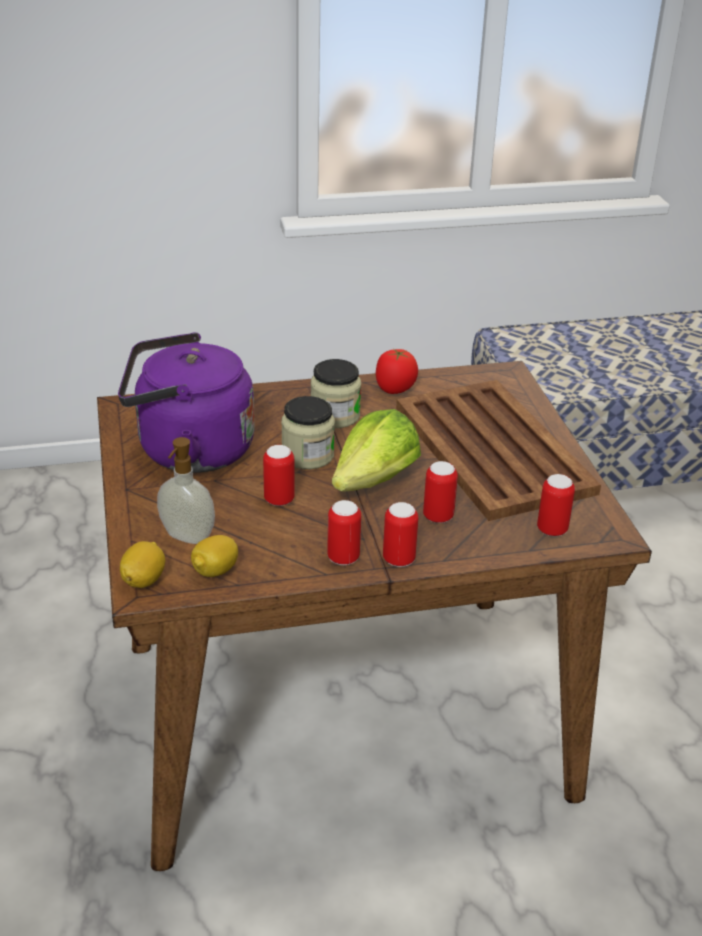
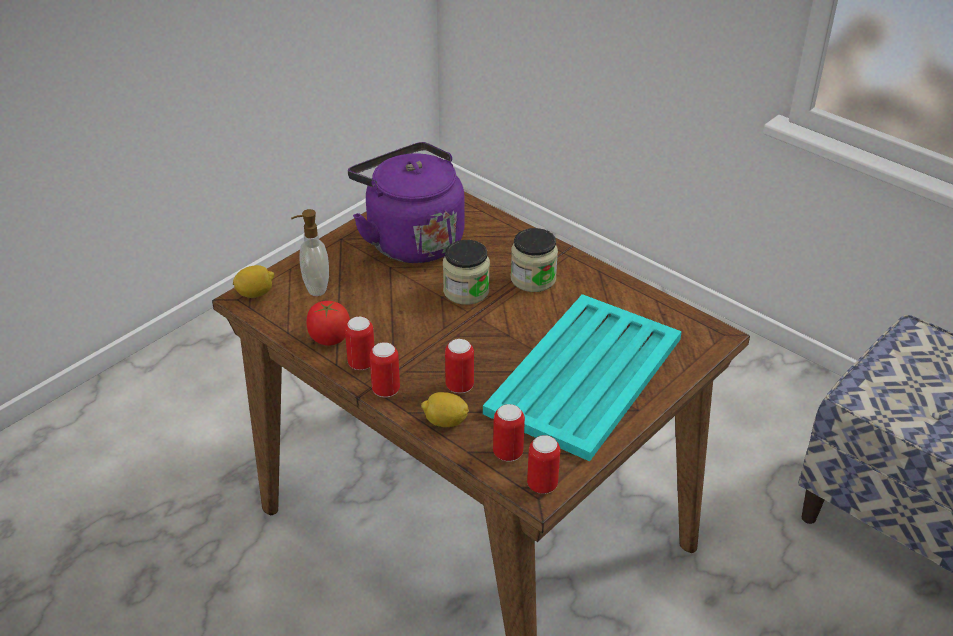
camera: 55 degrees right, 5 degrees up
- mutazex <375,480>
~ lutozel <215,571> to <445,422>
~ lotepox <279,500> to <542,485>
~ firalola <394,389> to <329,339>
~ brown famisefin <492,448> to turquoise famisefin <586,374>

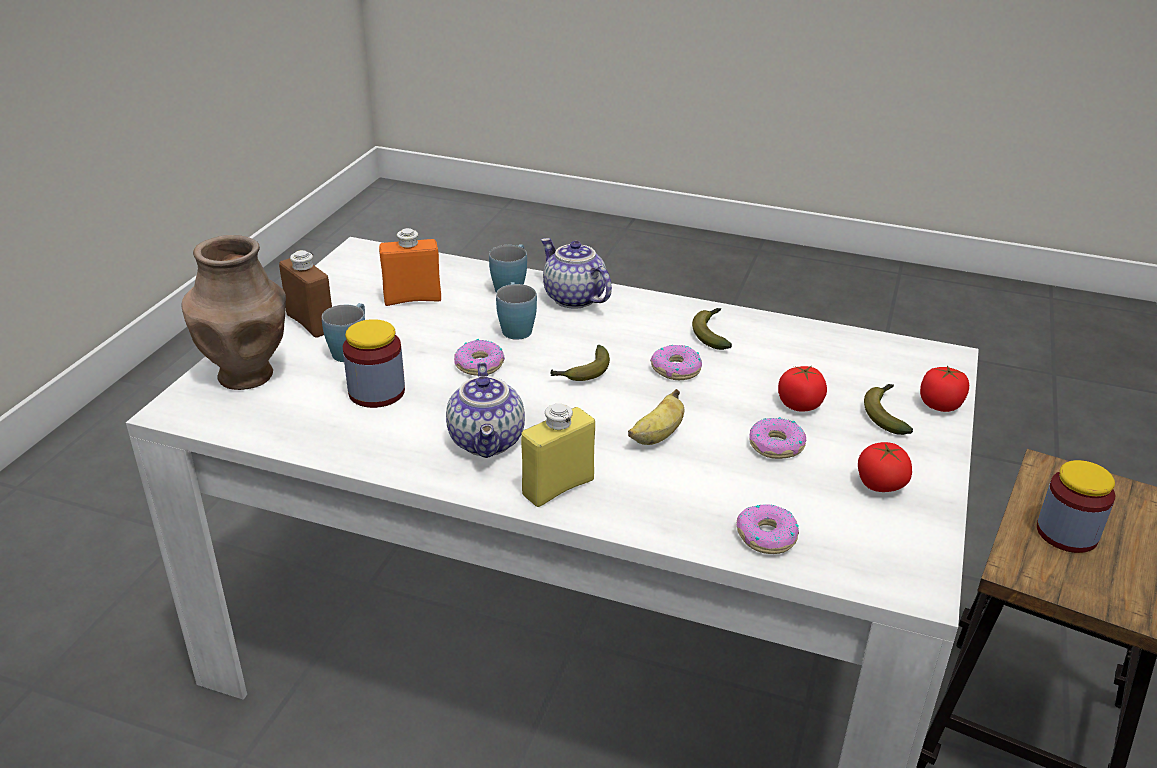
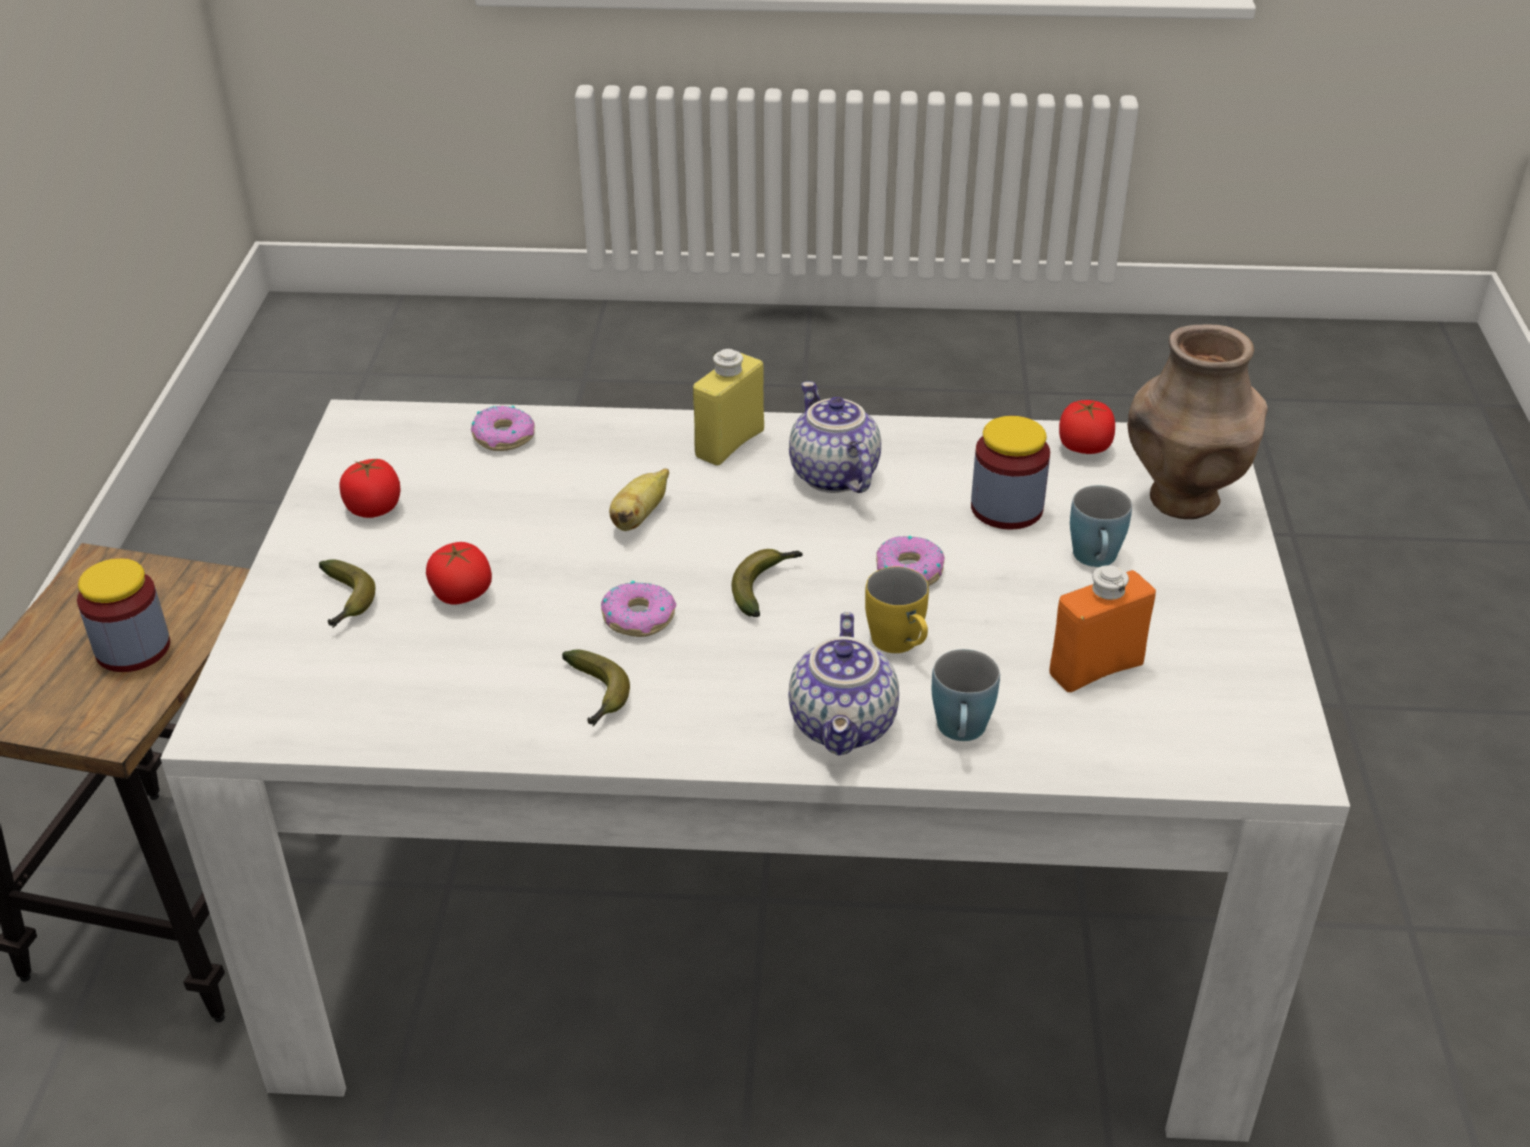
camera: 165 degrees right, 5 degrees up
- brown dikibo <310,323>
- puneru <776,446>
~ firalola <940,405> to <1084,447>
~ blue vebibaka <515,327> to yellow vebibaka <900,645>
~ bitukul <572,298> = <845,726> 60 degrees clockwise

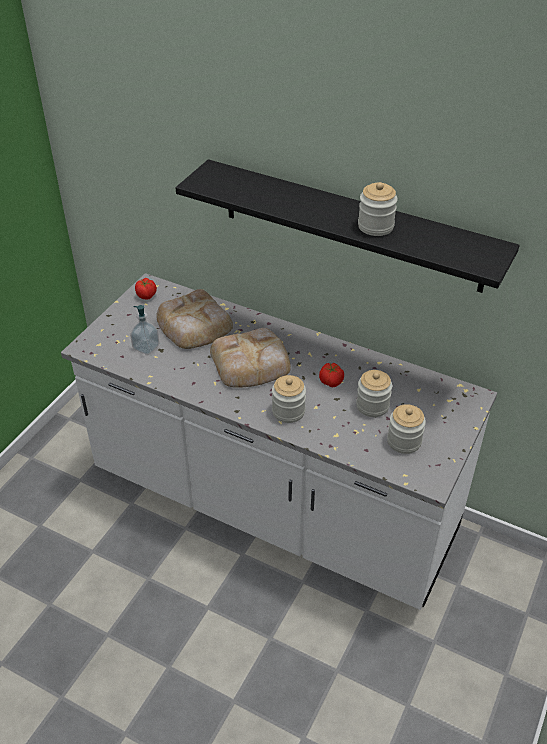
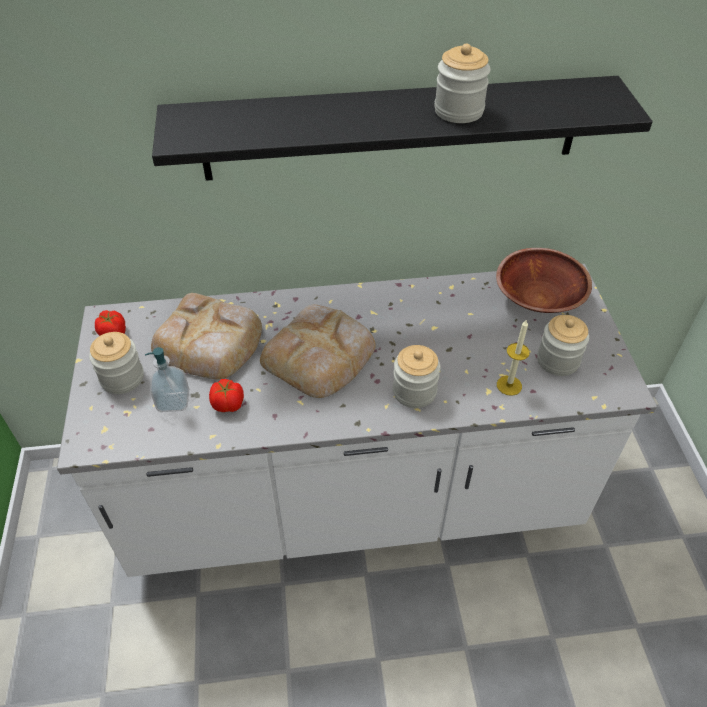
camera: 35 degrees left, 5 degrees up
+ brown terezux <538,298>
+ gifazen <509,385>
~ firalola <331,382> to <228,405>
~ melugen <372,406> to <122,378>

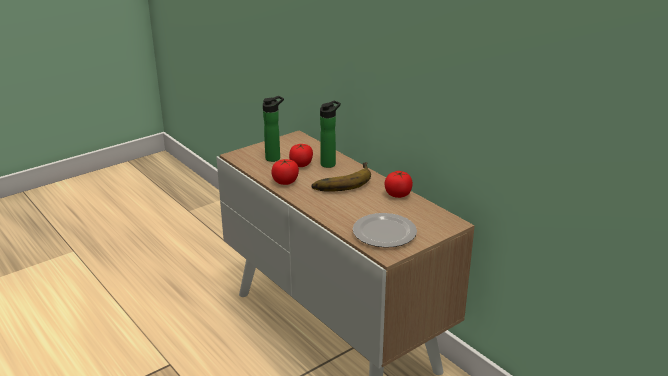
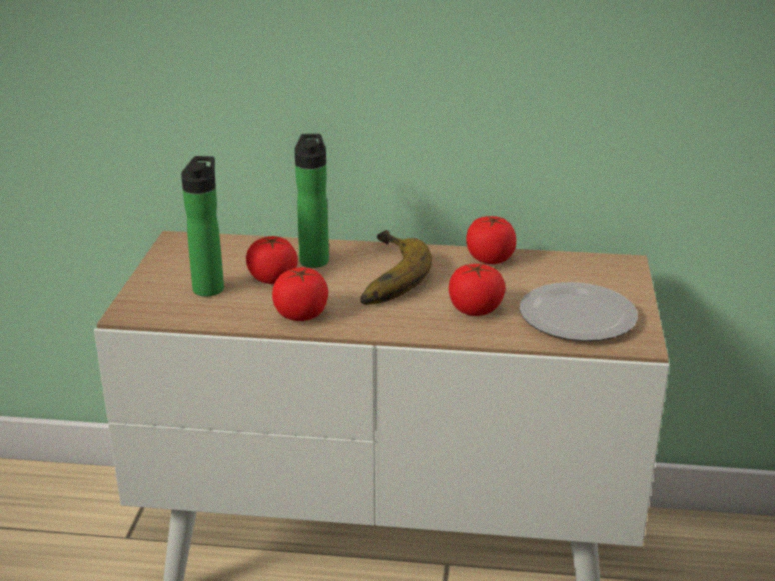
camera: 45 degrees left, 0 degrees up
+ firalola <475,309>

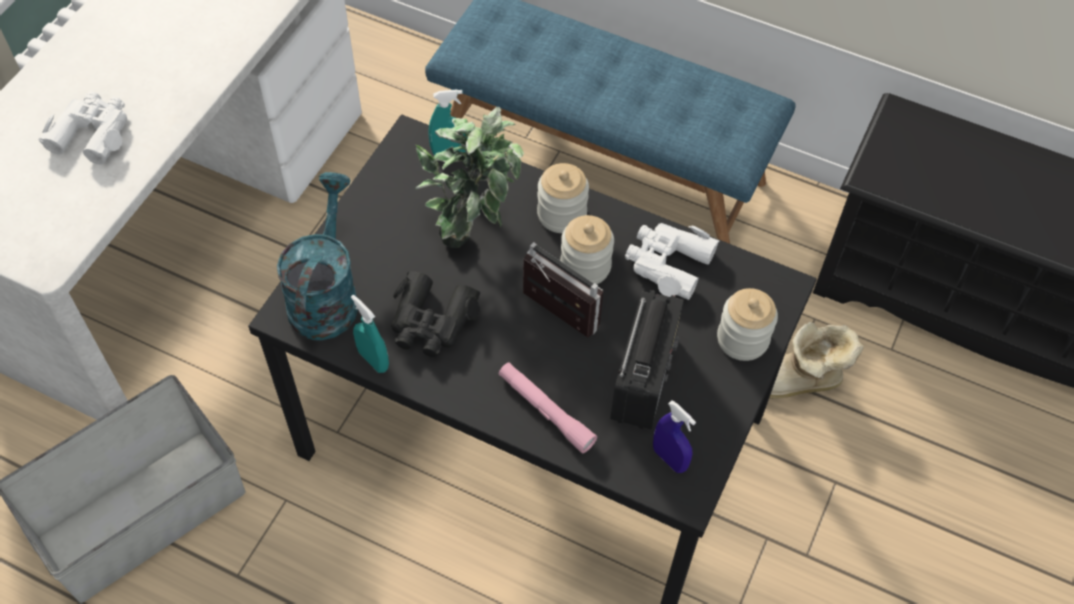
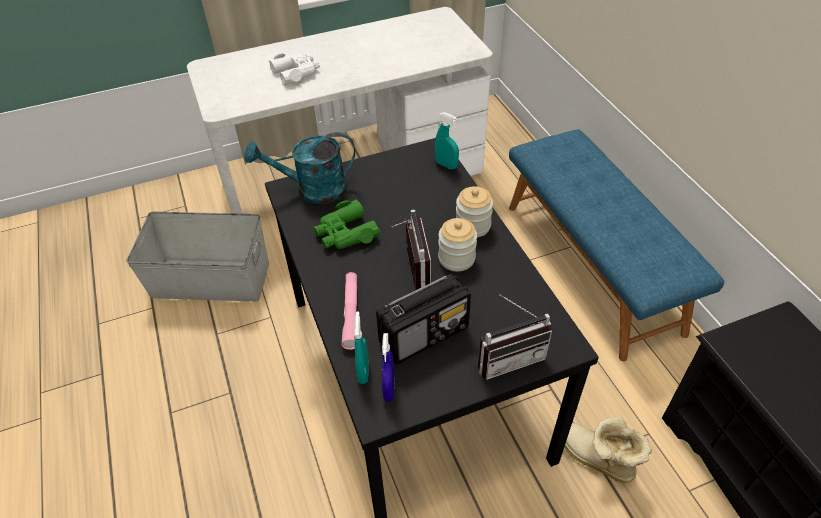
camera: 45 degrees right, 10 degrees down
- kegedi <473,230>
- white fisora <668,263>
~ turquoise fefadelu <373,360> to <363,371>
~ melugen <742,339> to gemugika <508,357>
~ black fisora <431,322> to green fisora <345,233>
~ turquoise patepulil <325,294> = <312,190> 150 degrees counterclockwise

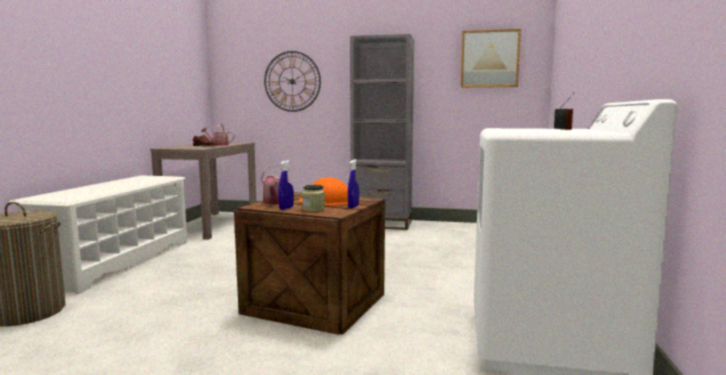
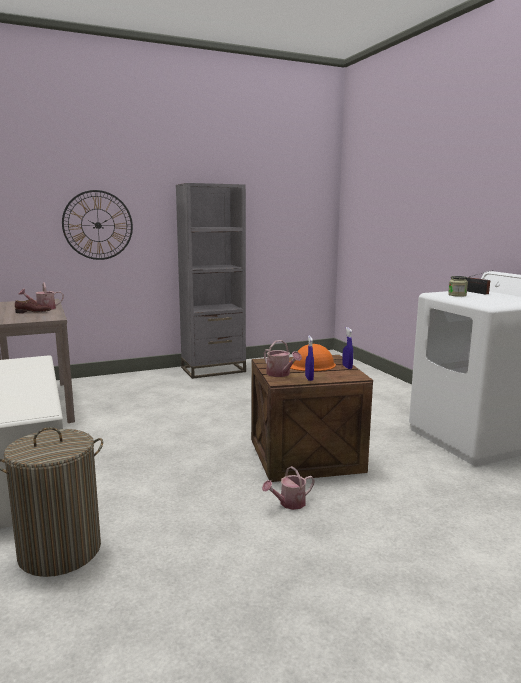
camera: 35 degrees left, 5 degrees up
- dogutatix <489,59>
+ patepulil <289,503>
~ melugen <313,209> to <457,295>

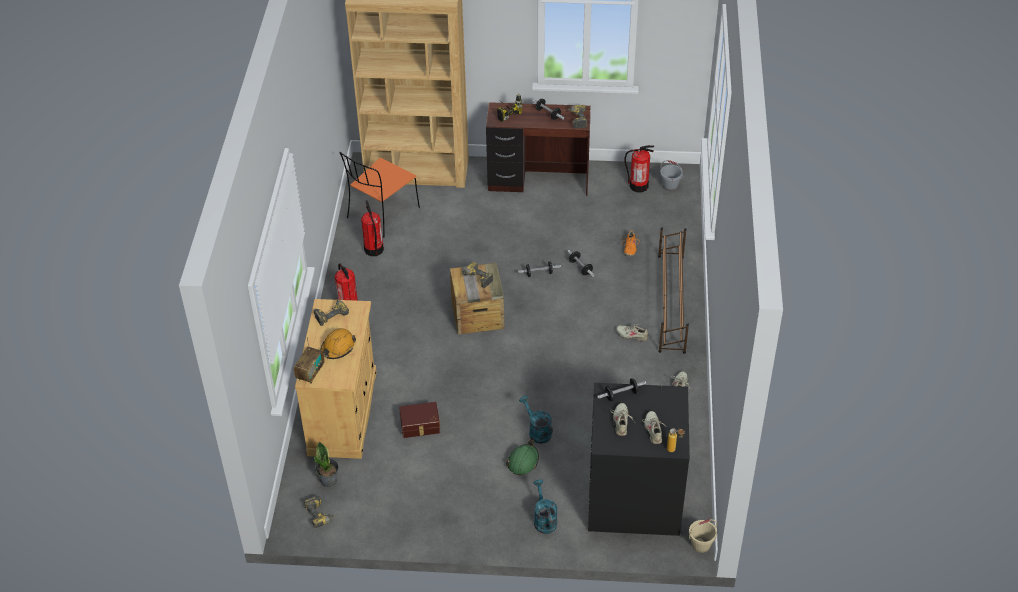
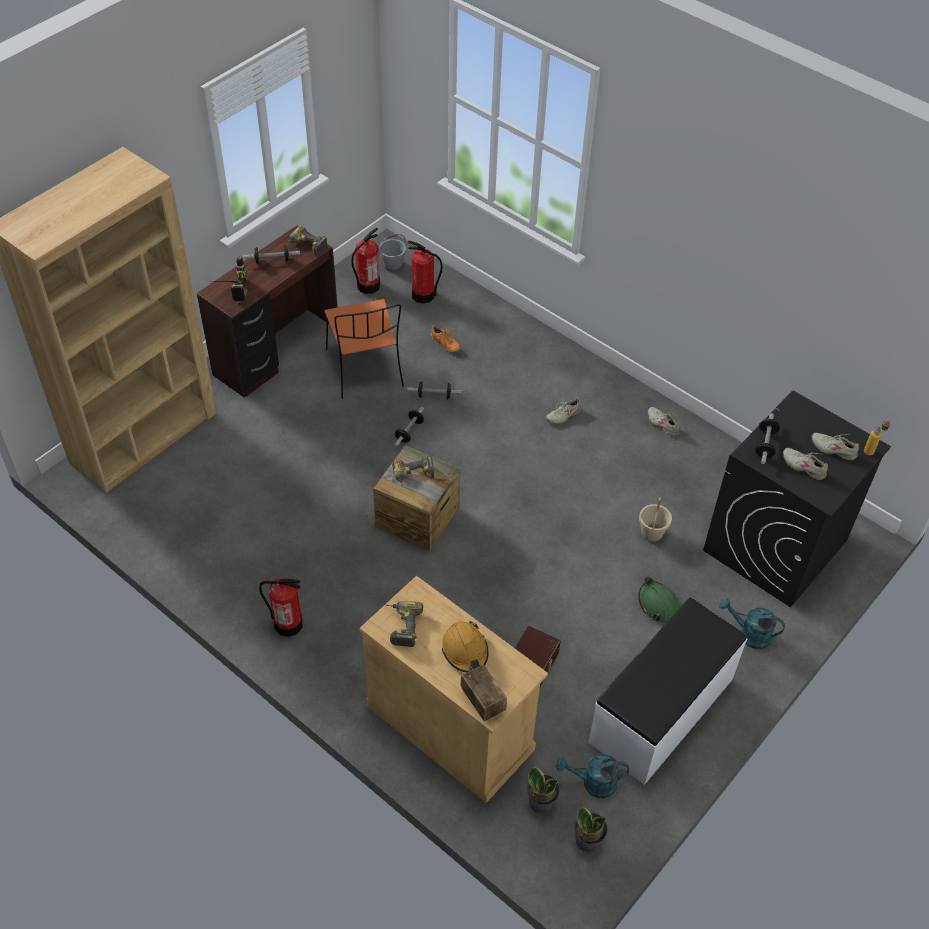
camera: 55 degrees left, 5 degrees up
- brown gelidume <671,303>
+ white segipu <662,711>
~ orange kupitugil <382,214> to <365,370>
~ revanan <373,250> to <423,295>
~ turquoise patepulil <537,431> to <593,783>
~ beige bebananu <701,545> to <652,533>
~ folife <321,514> to kegedi <587,840>

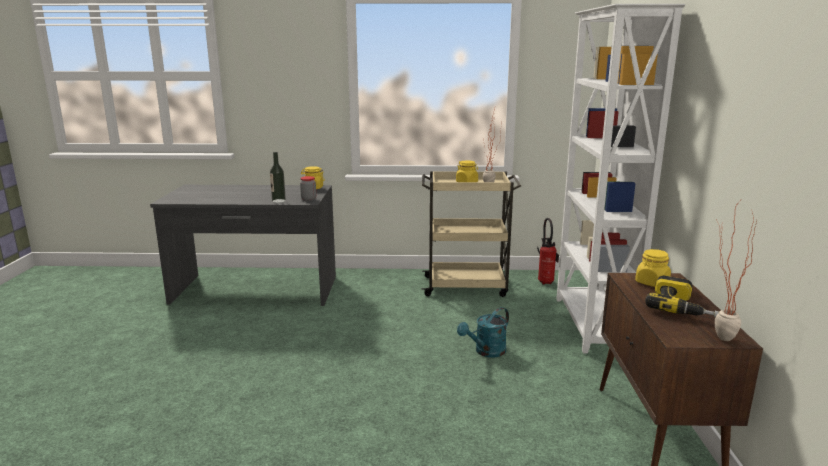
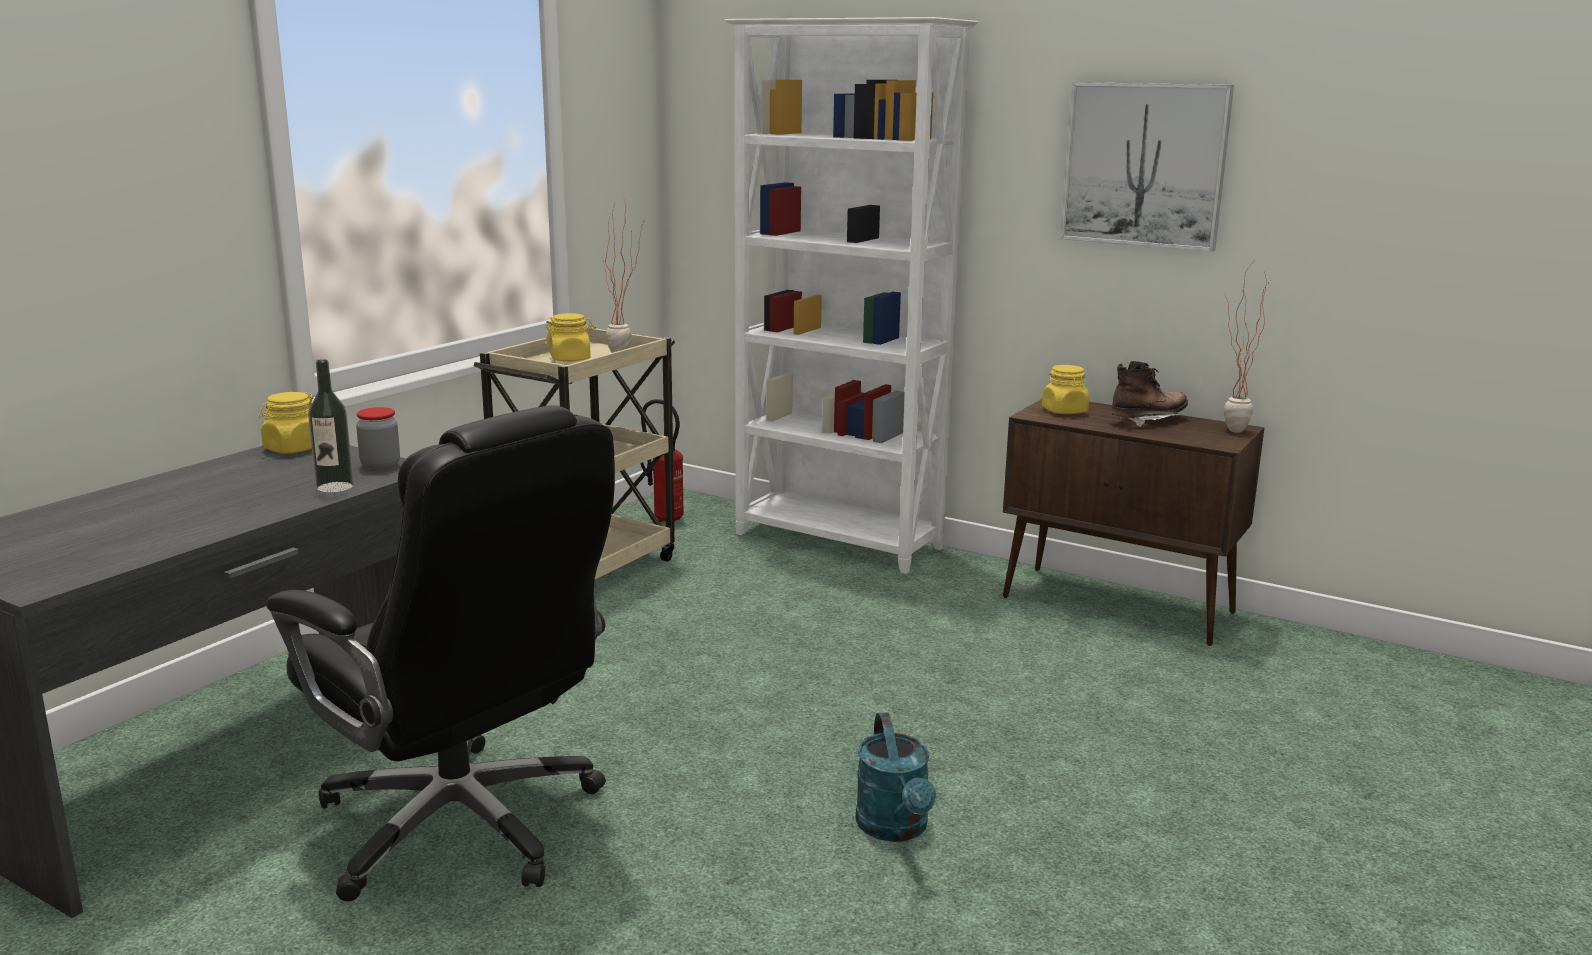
camera: 60 degrees left, 0 degrees up
+ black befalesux <464,825>
+ dogutatix <1144,165>
~ turquoise patepulil <486,352> to <895,829>
~ folife <684,308> to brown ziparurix <1147,421>

